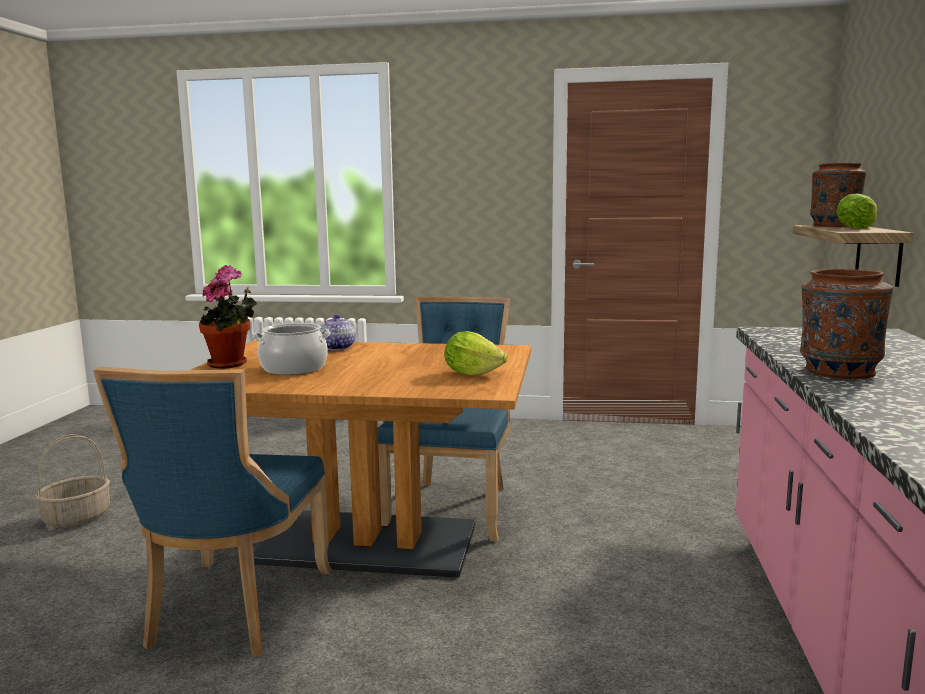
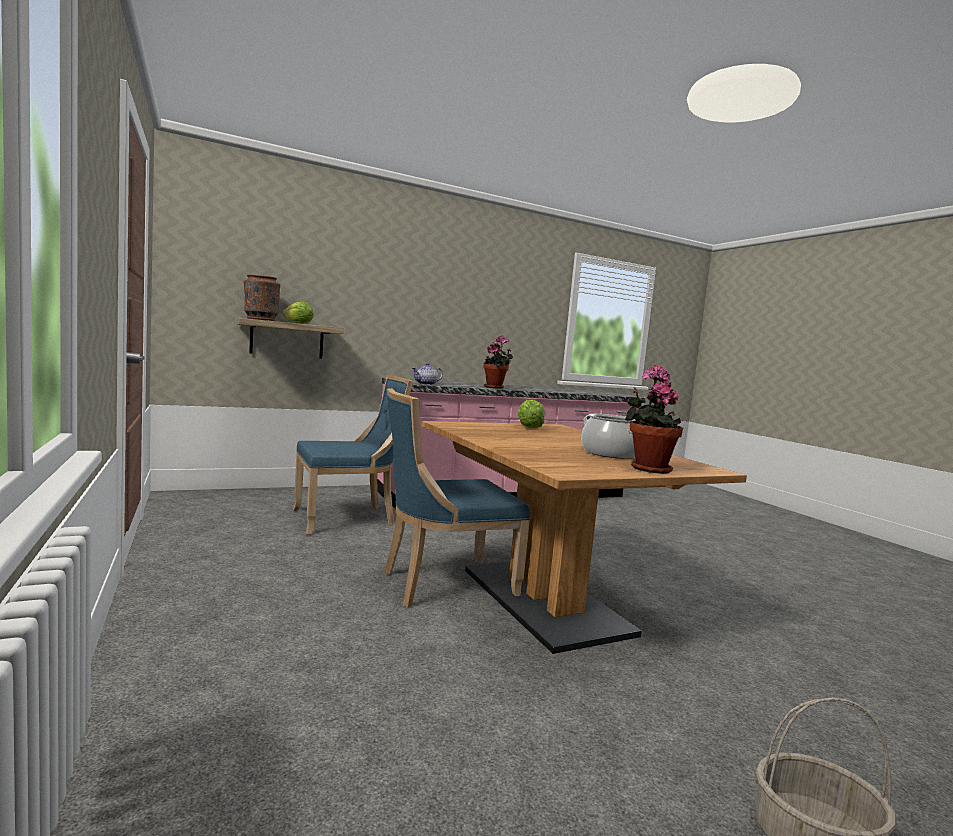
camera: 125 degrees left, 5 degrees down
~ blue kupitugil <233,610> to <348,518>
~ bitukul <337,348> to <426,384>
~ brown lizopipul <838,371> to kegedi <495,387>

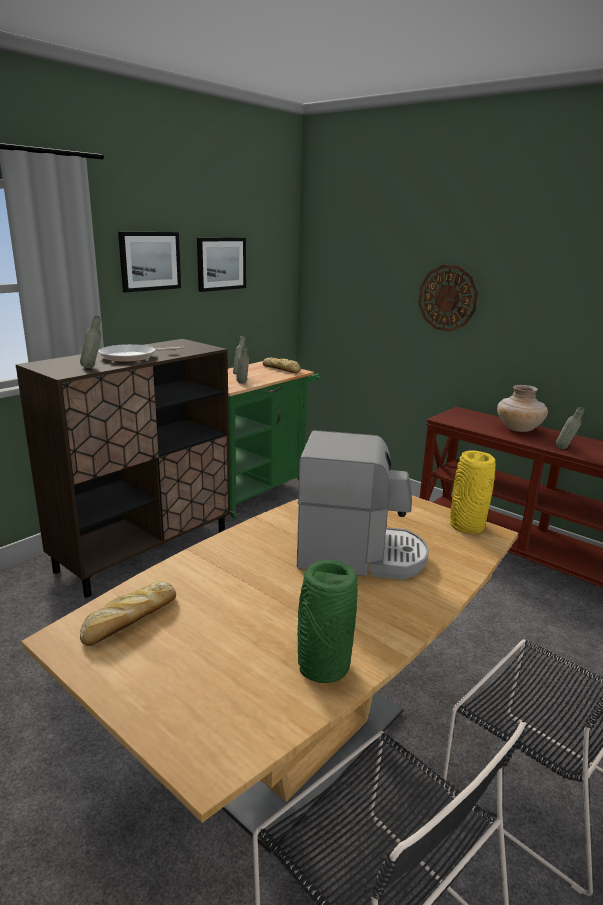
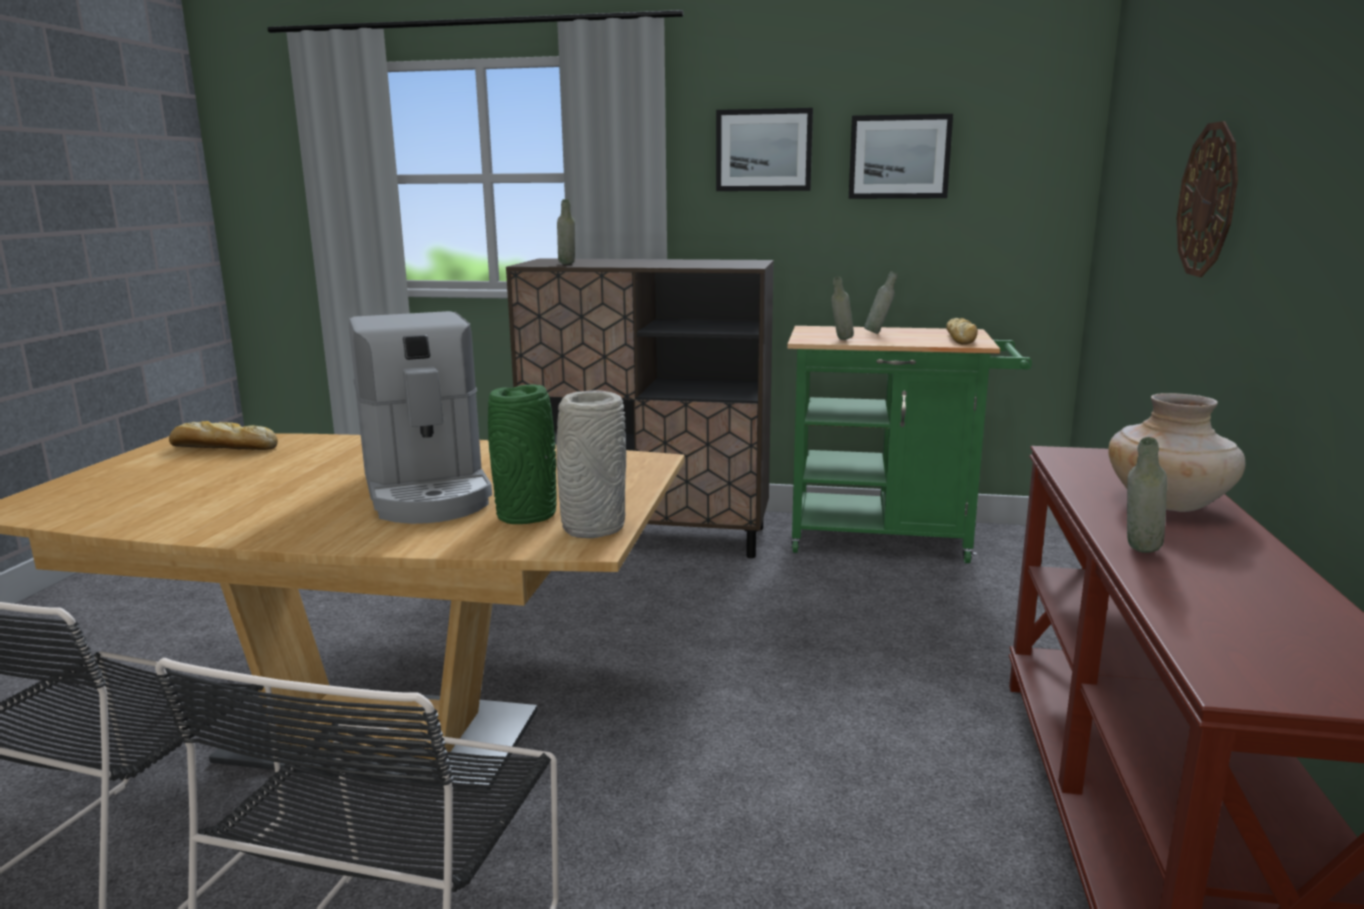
camera: 60 degrees right, 5 degrees down
- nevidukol <132,357>
~ green lizopipul <322,666> to <527,515>
~ yellow lizopipul <466,526> to grey lizopipul <591,528>

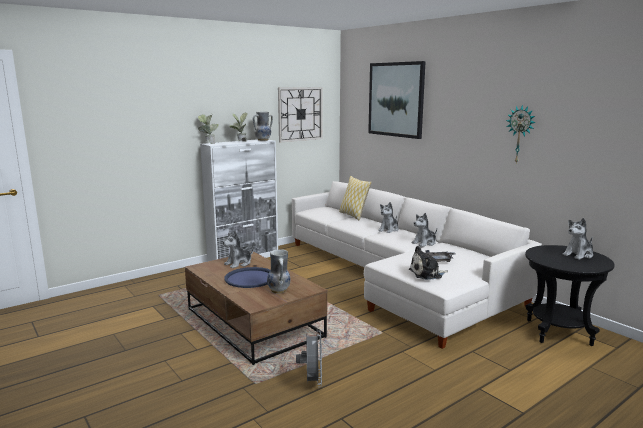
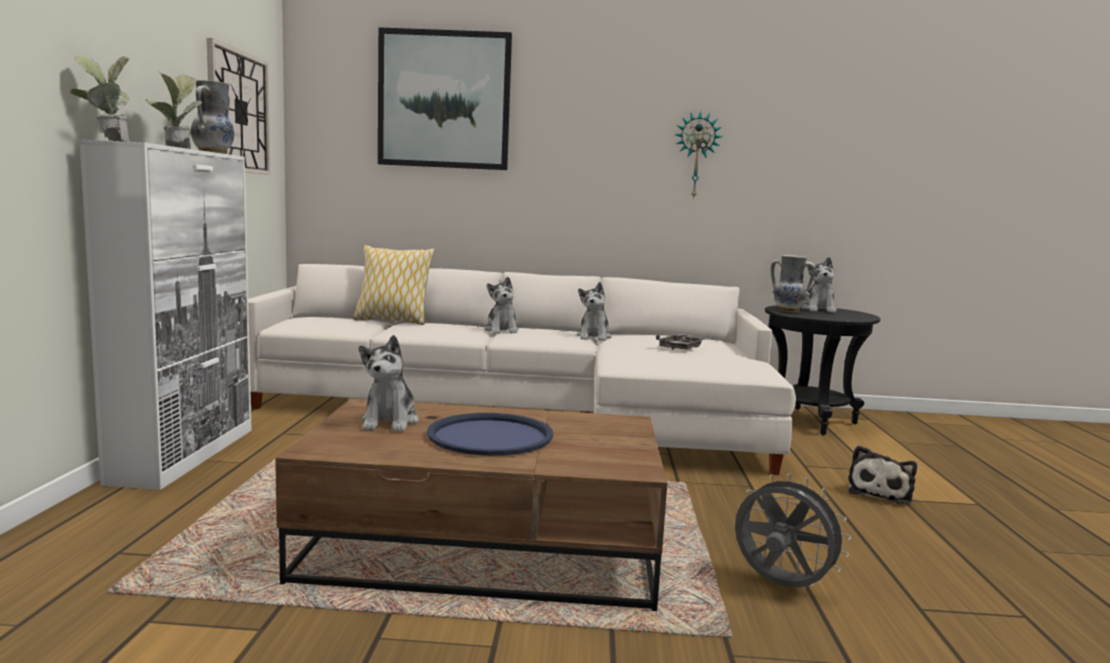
camera: 50 degrees left, 5 degrees down
~ lizopipul <279,290> to <788,310>
~ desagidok <427,274> to <880,492>

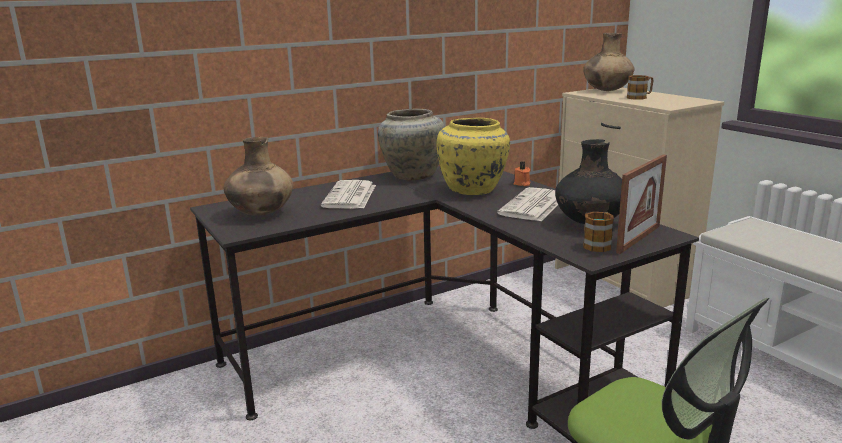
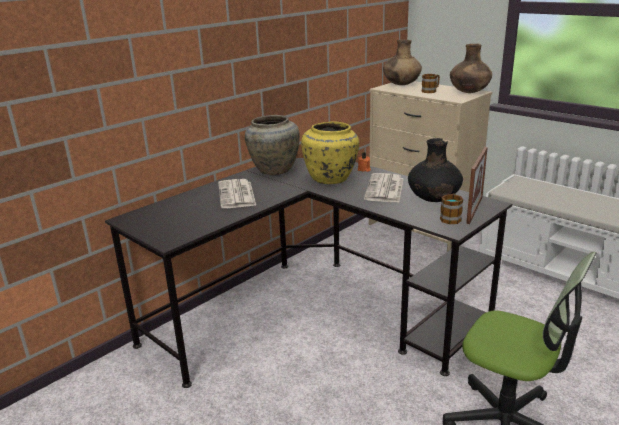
camera: 15 degrees left, 5 degrees up
~ brown lizopipul <261,214> to <469,92>

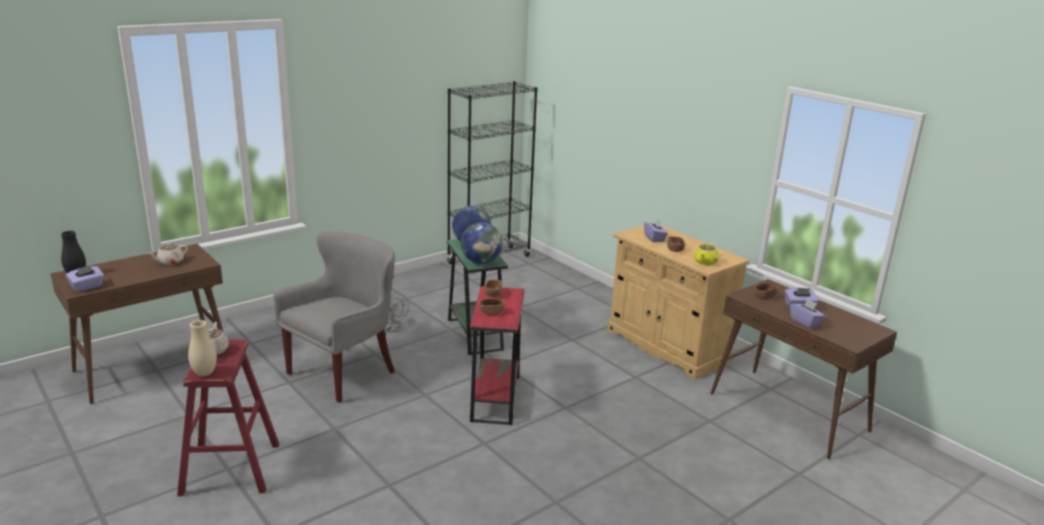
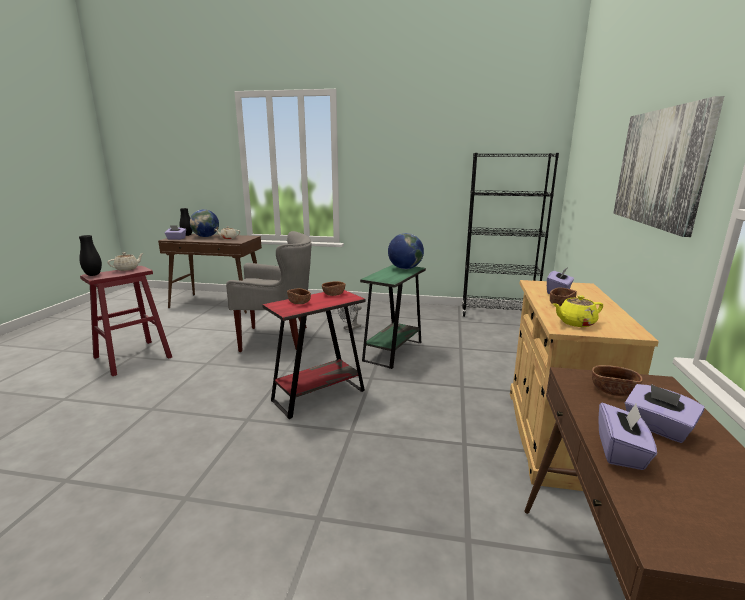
camera: 50 degrees right, 5 degrees down
+ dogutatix <660,168>
~ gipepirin <481,262> to <206,236>
~ beige lizopipul <204,373> to black lizopipul <93,275>

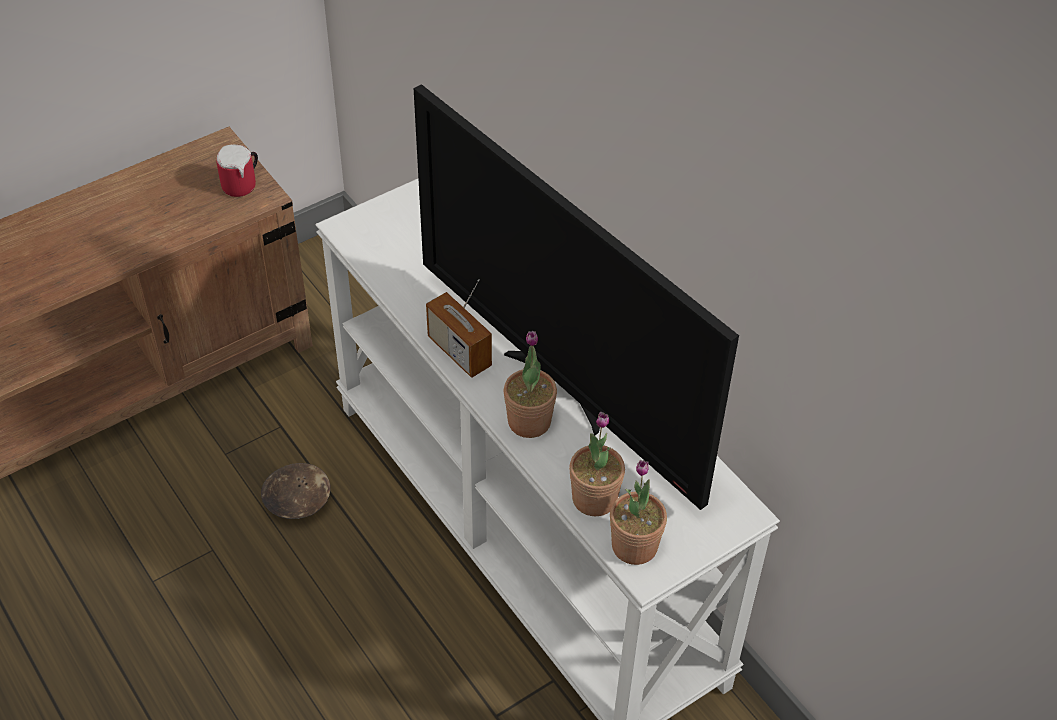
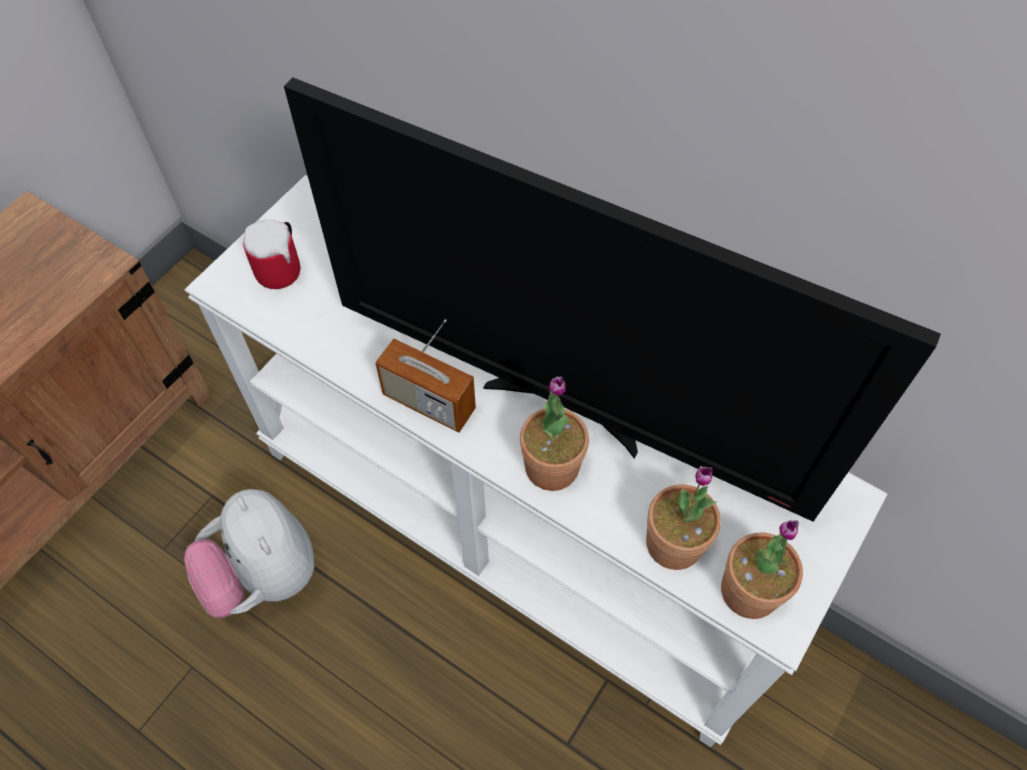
camera: 20 degrees left, 10 degrees up
~ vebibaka <243,184> to <283,267>
~ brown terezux <298,500> to desagidok <263,575>

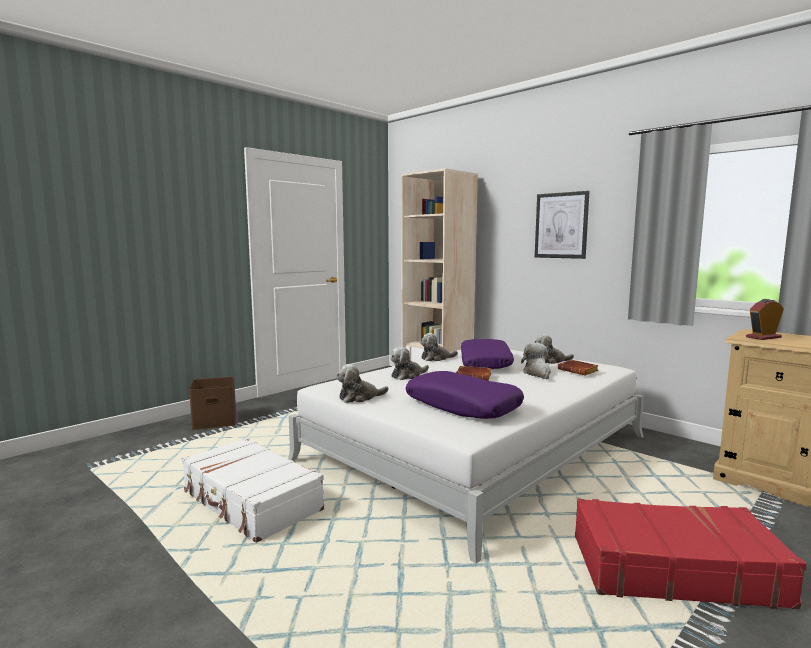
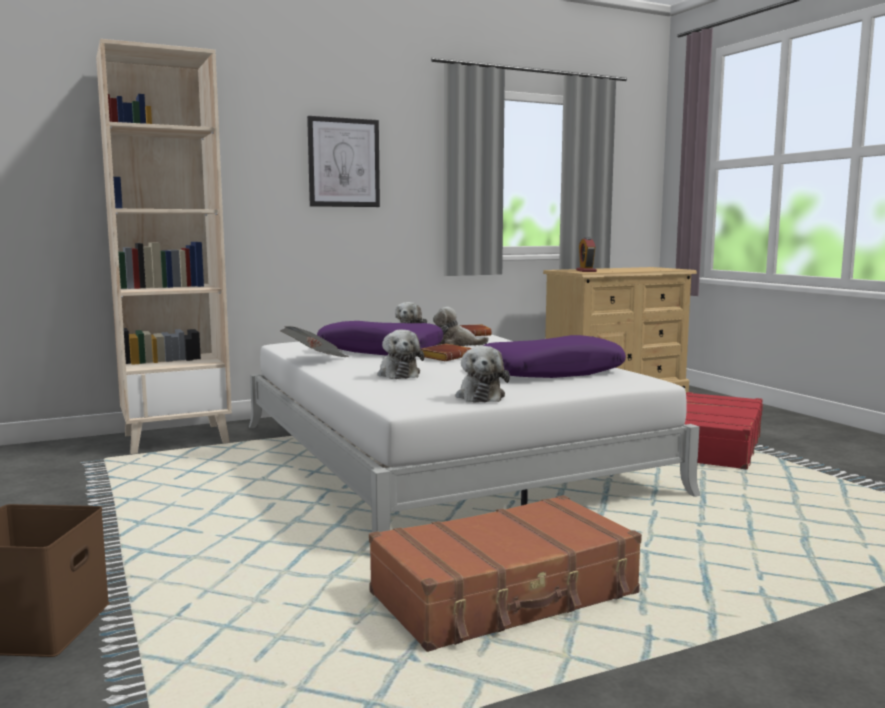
camera: 70 degrees left, 0 degrees up
~ desagidok <436,358> to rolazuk <316,360>
~ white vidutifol <250,501> to brown vidutifol <506,594>

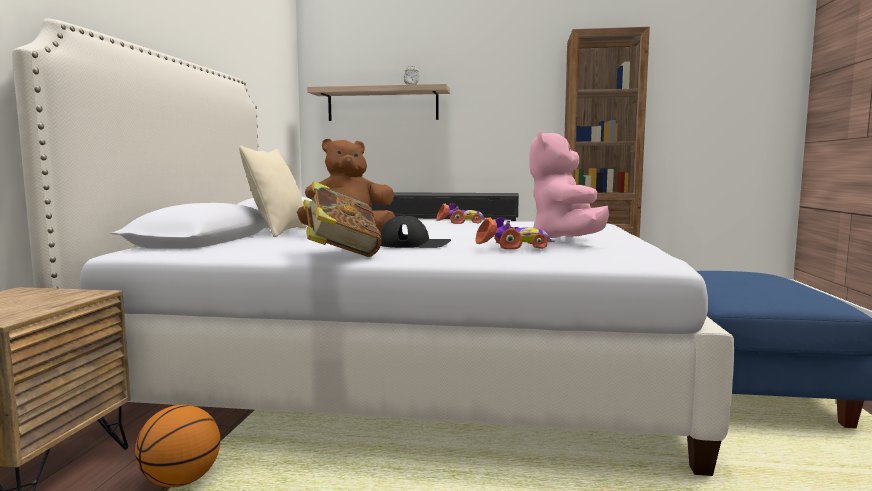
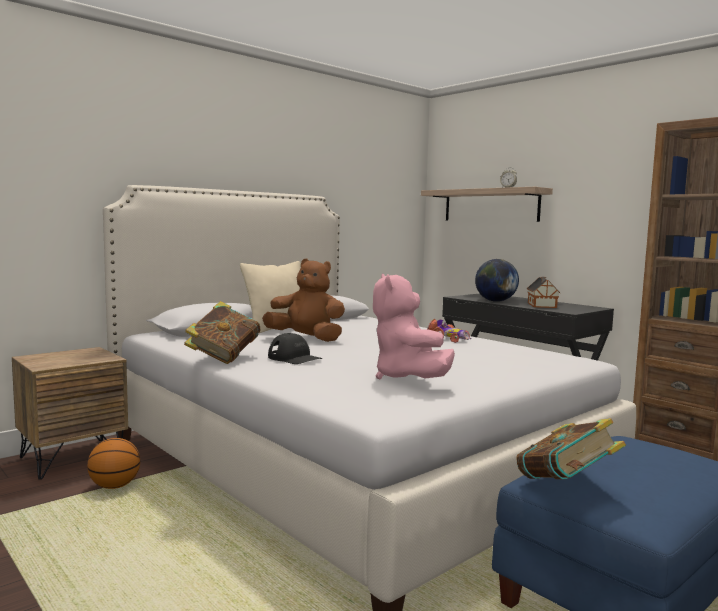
camera: 40 degrees right, 0 degrees up
- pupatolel <514,246>
+ gipepirin <495,301>
+ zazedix <565,486>
+ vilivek <541,305>
~ pink desagidok <566,241> = <407,378> 60 degrees counterclockwise

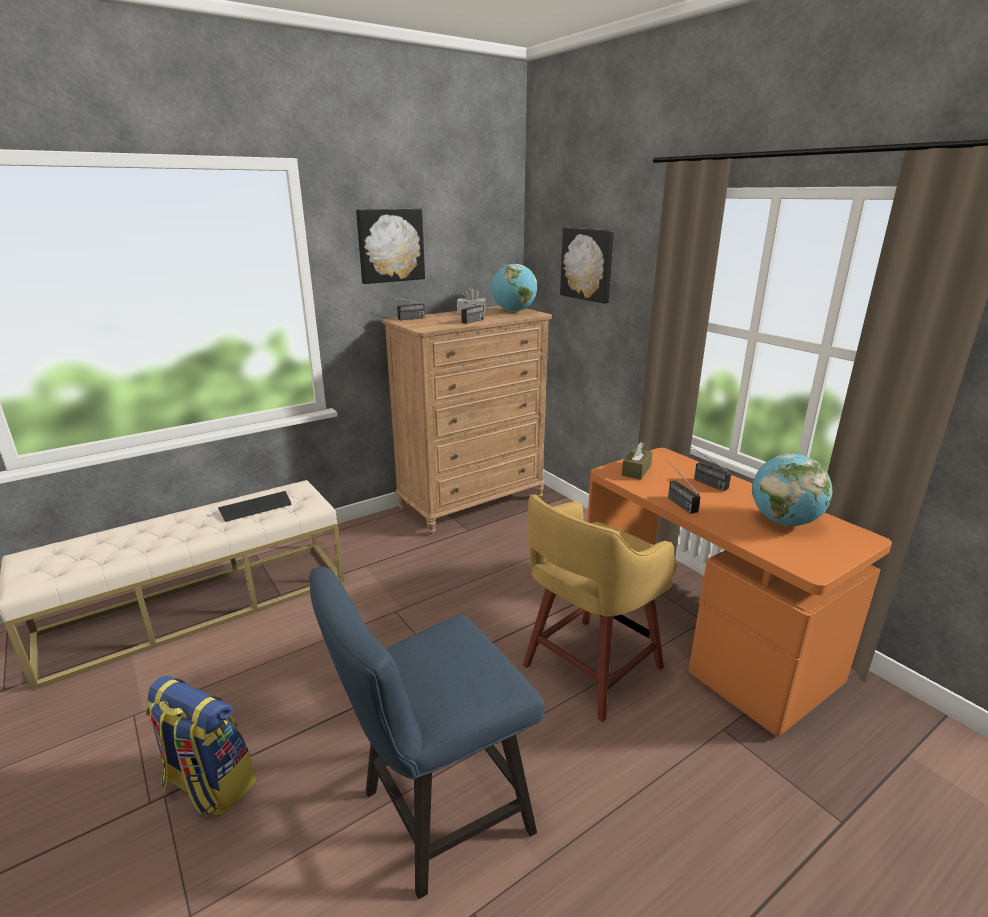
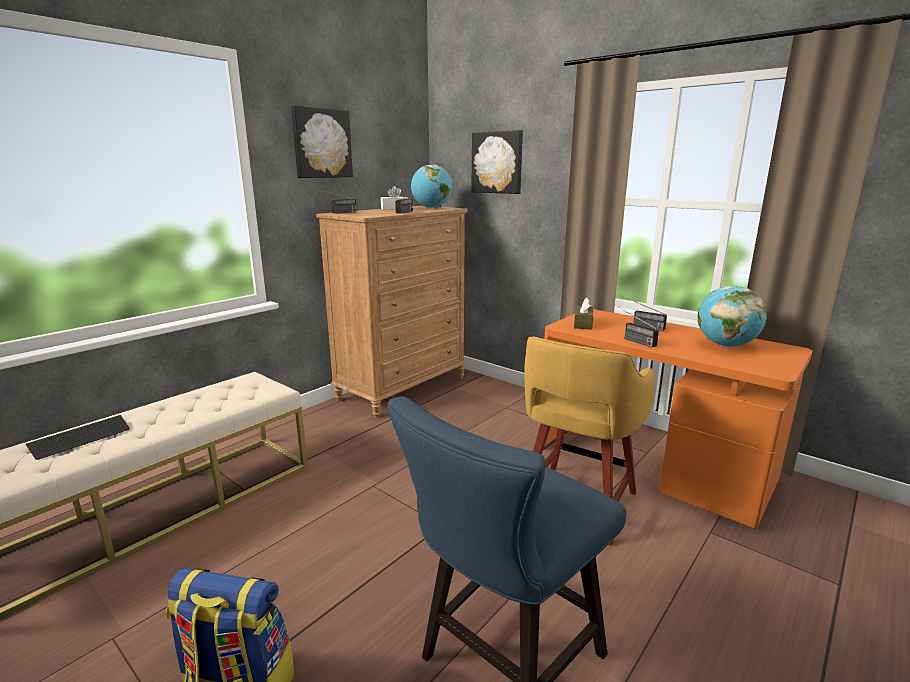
camera: 15 degrees left, 5 degrees down
~ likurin <255,507> to <80,438>

